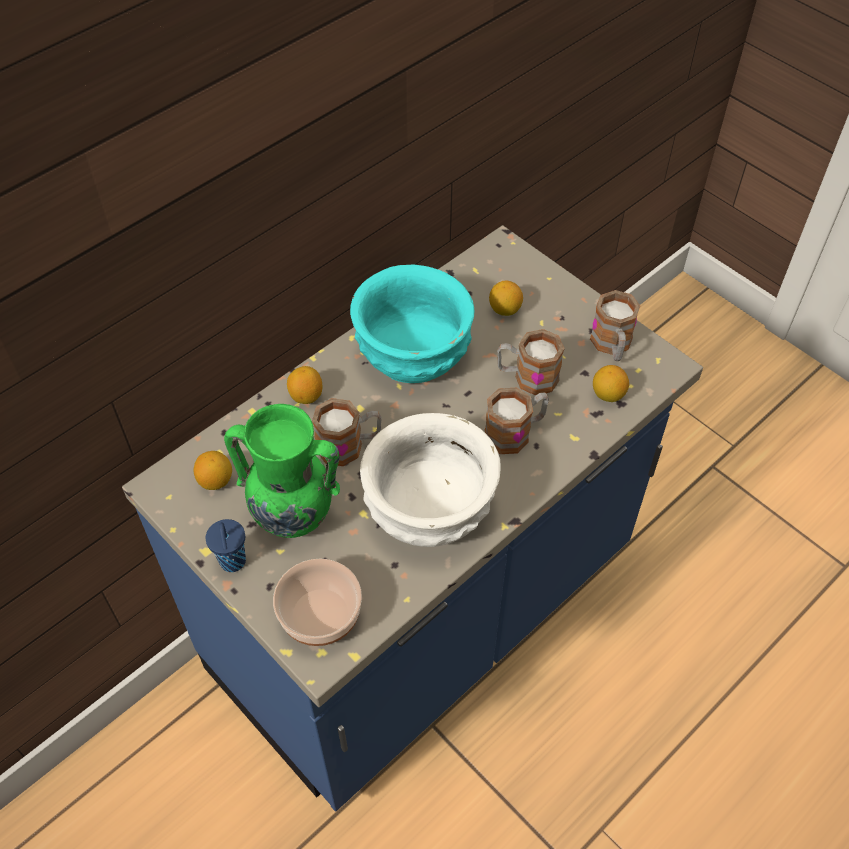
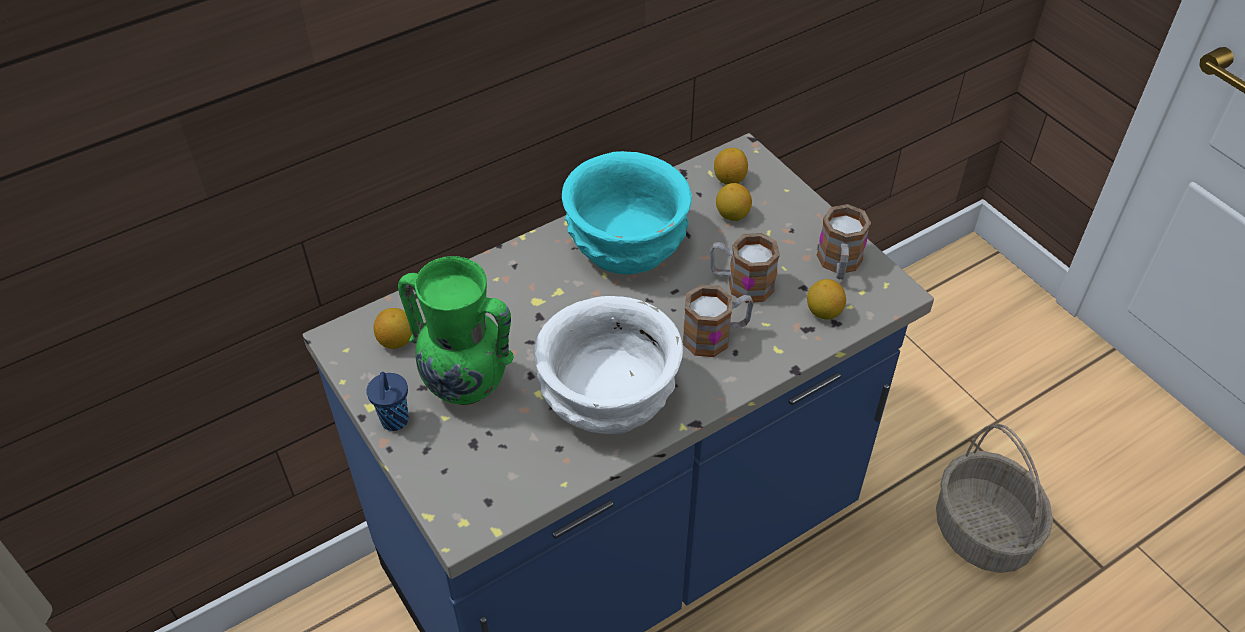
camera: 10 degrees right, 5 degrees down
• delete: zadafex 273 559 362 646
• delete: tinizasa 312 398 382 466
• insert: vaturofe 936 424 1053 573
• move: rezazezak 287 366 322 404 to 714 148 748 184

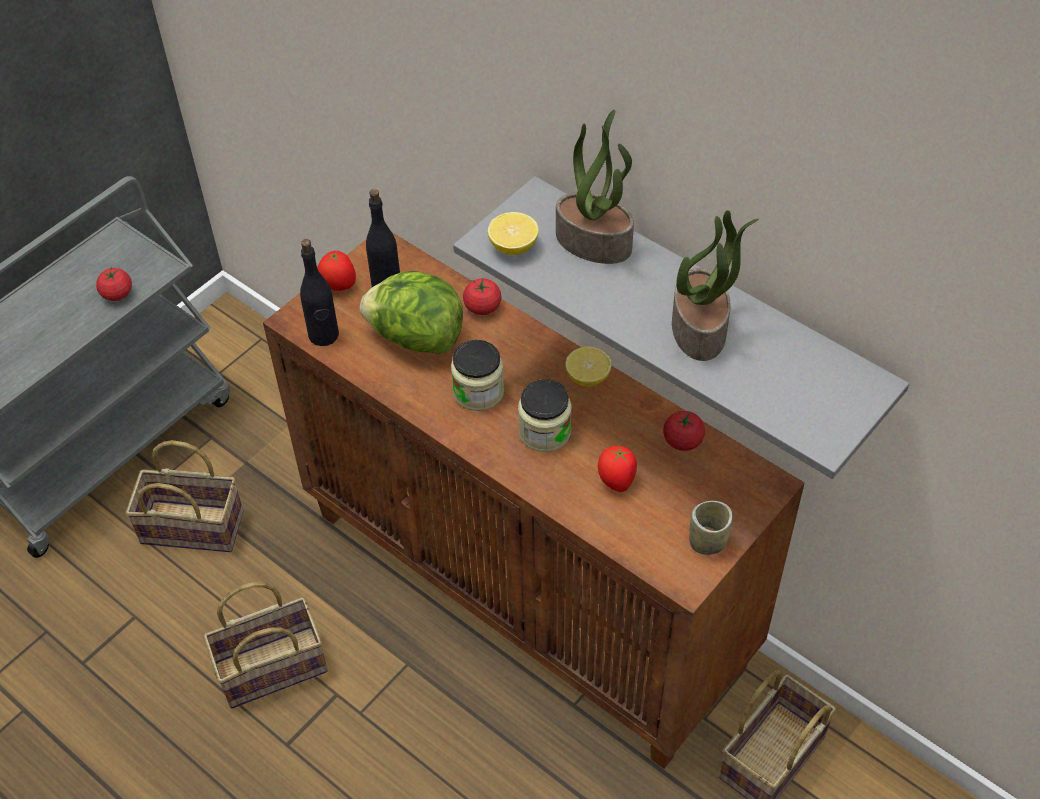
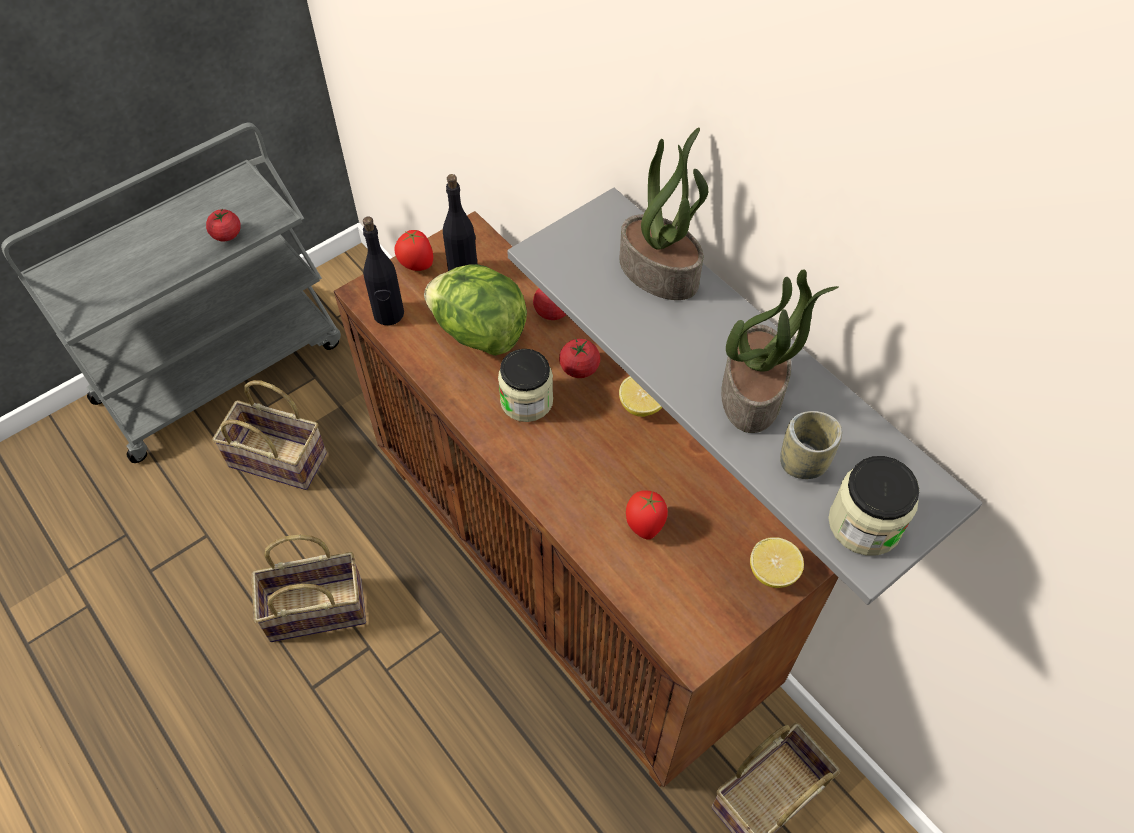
camera: 10 degrees right, 5 degrees up
• move: rezazezak 488 212 539 255 to 750 537 804 588
• move: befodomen 518 379 572 452 to 828 456 919 556
• move: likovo 663 411 705 451 to 559 338 600 378
• move: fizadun 689 501 733 555 to 780 411 842 479

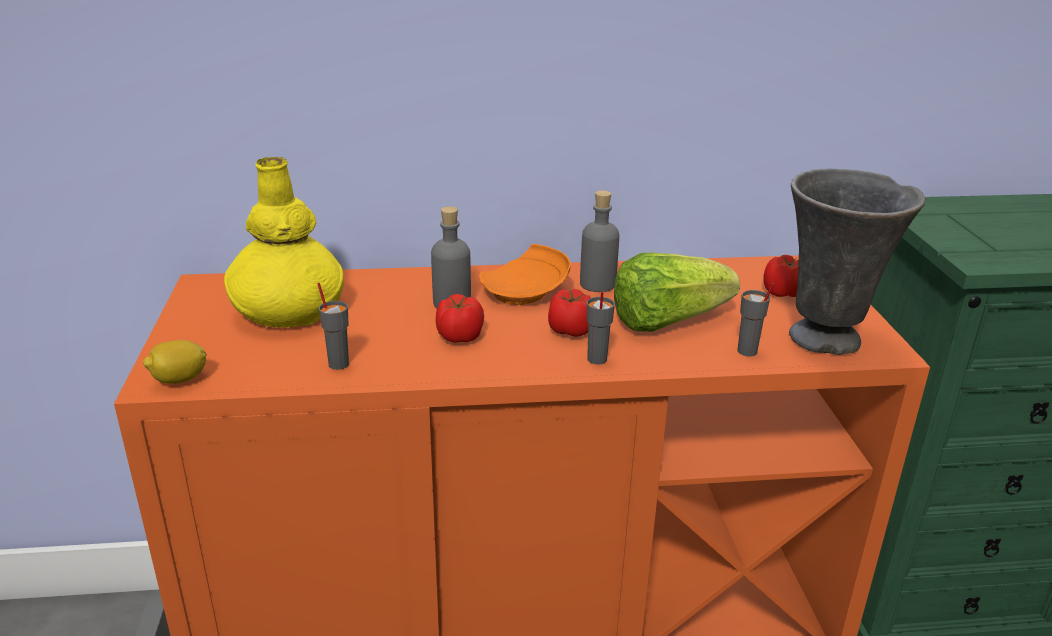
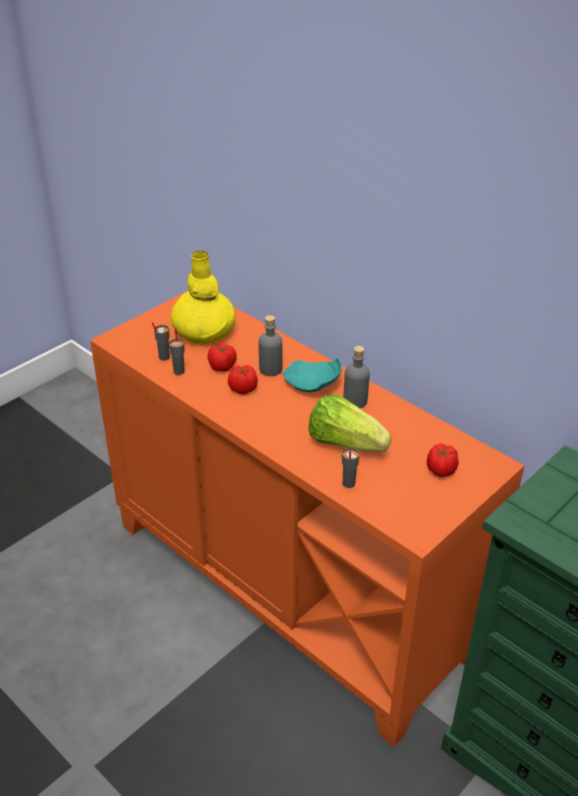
camera: 50 degrees right, 10 degrees up
• delete: rezazezak 143 340 207 384
• delete: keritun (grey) 789 168 925 355
• move: likovo 548 289 591 337 to 207 343 237 372
• move: fizadun (grey) 587 291 615 364 to 152 322 170 361
• recolor: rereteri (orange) 479 244 571 305 to rereteri (turquoise) 283 358 342 392

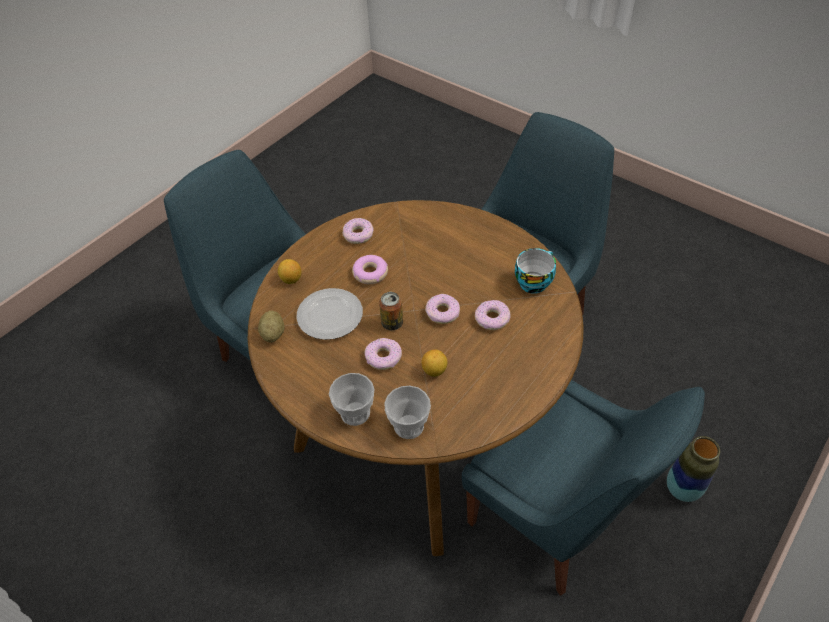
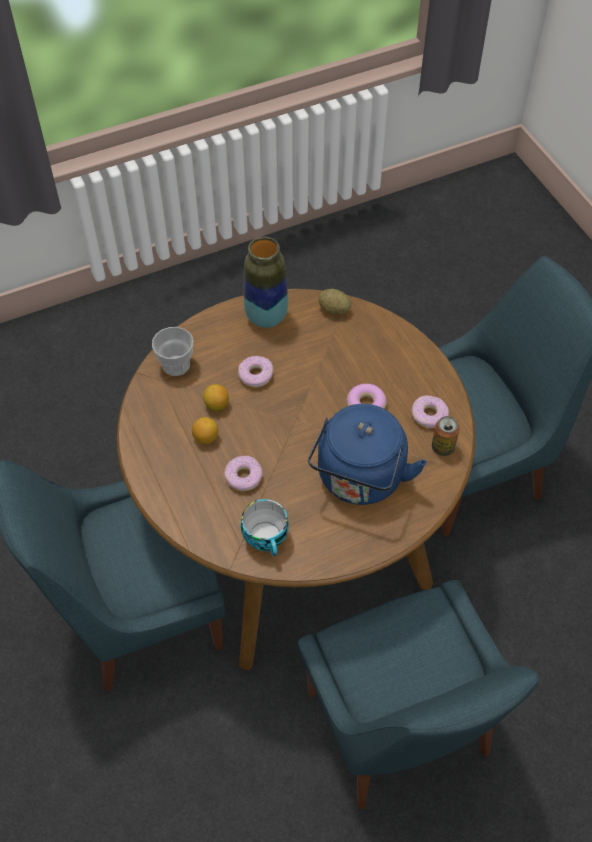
camera: 115 degrees right, 5 degrees up
• delete: rereteri 296 288 363 340
• delete: fizadun 329 373 375 426
• delete: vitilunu 425 294 460 324
• insert: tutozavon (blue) 308 404 427 505
• move: rezazezak 278 259 301 284 to 192 417 218 444
• move: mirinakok 379 292 403 330 to 432 416 459 456
• move: keritun 667 436 720 502 to 244 237 288 328

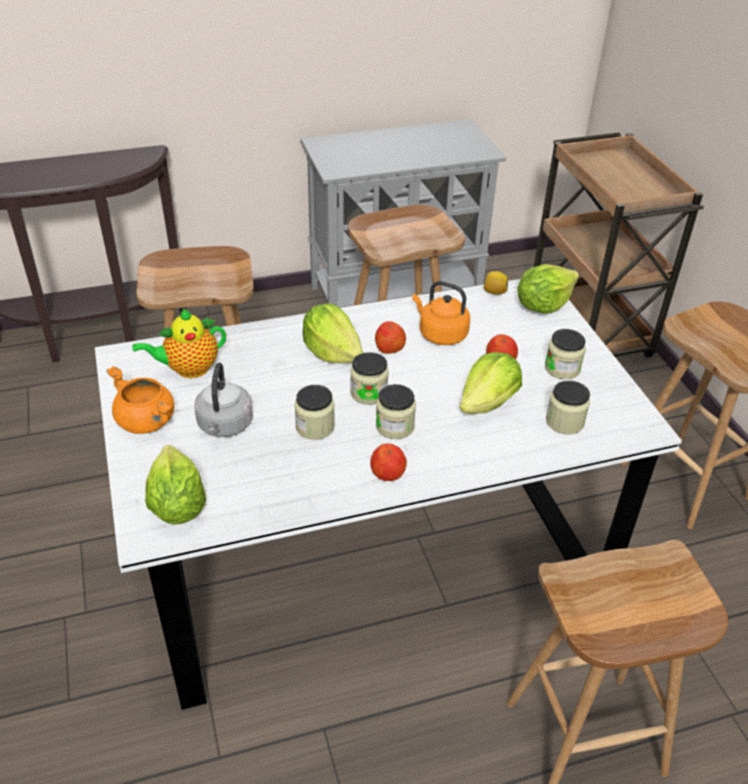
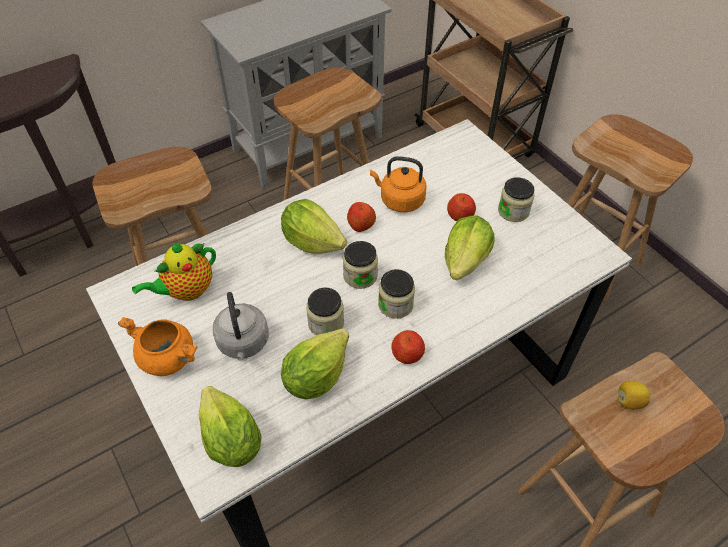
camera: 15 degrees left, 10 degrees up
• delete: befodomen 546 381 590 435
• move: rezazezak 484 271 508 294 to 618 381 650 409
• move: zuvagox 517 264 579 314 to 281 328 349 399

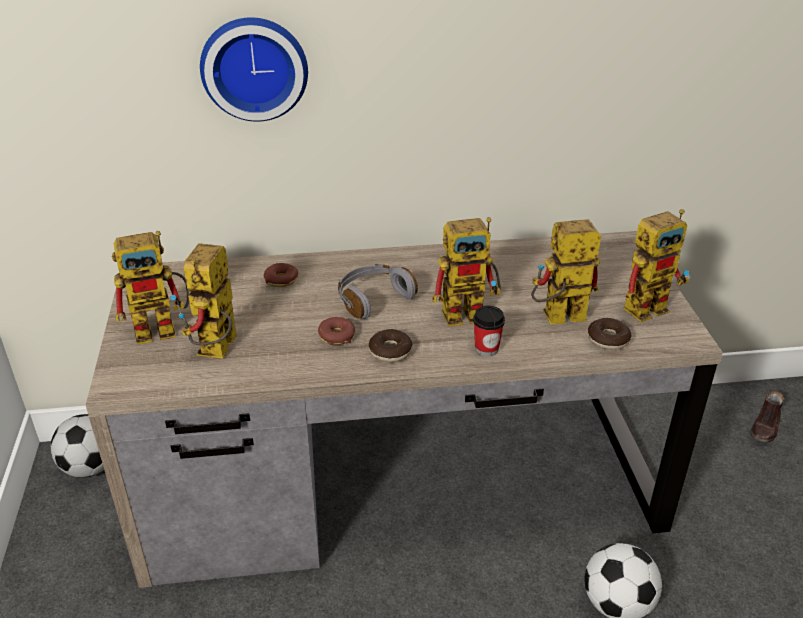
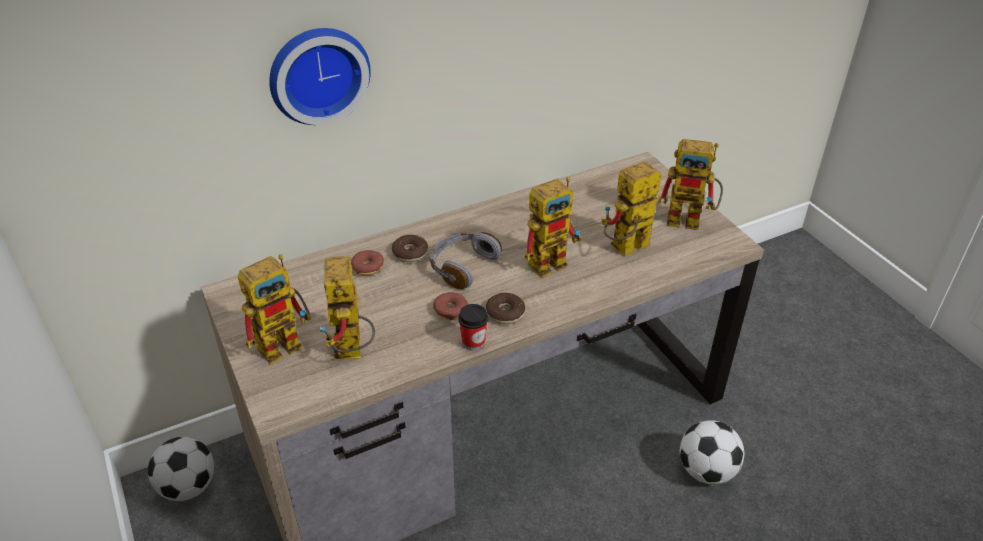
camera: 20 degrees left, 5 degrees up
• delete: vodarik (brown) 750 391 784 442
• move: fizadun 473 305 505 356 to 458 304 488 351
• move: vitilunu 588 318 631 350 to 392 235 428 262
• rotate: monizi 624 209 689 322 = 658 139 723 230 60 degrees clockwise

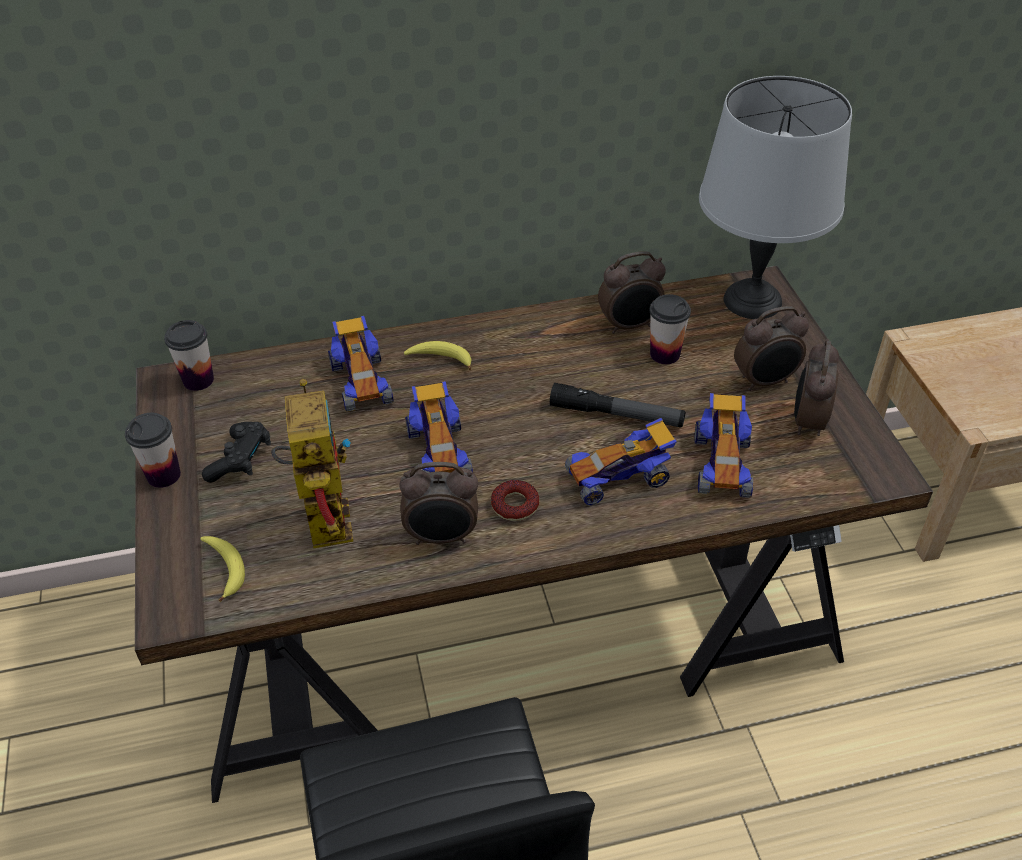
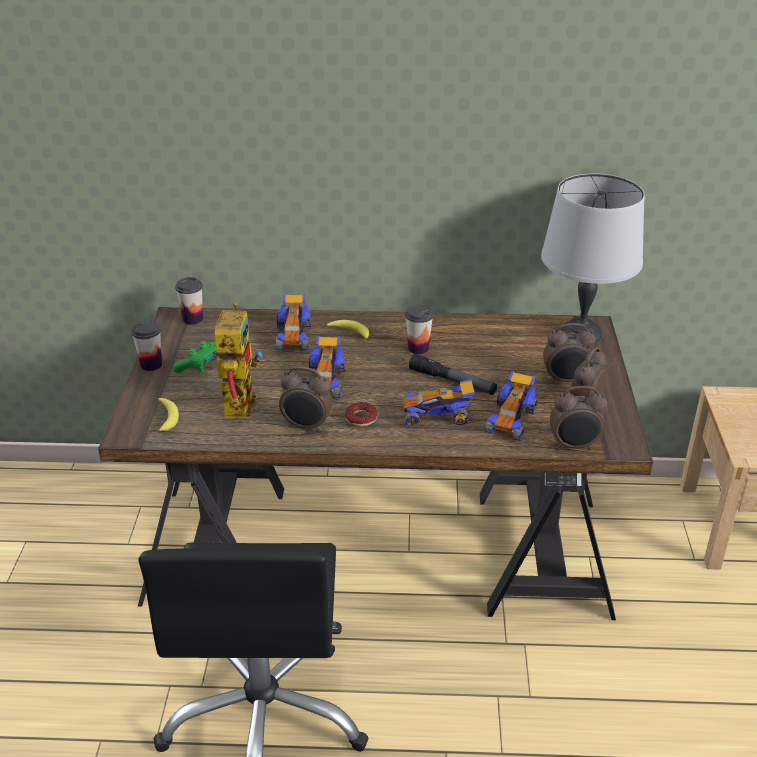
camera: 15 degrees right, 10 degrees down
• move: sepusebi 598 251 666 334 to 550 386 607 450
• move: fizadun 649 294 691 364 to 405 305 434 354
• recolor: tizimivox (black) 202 422 271 483 to tizimivox (green) 173 341 218 373

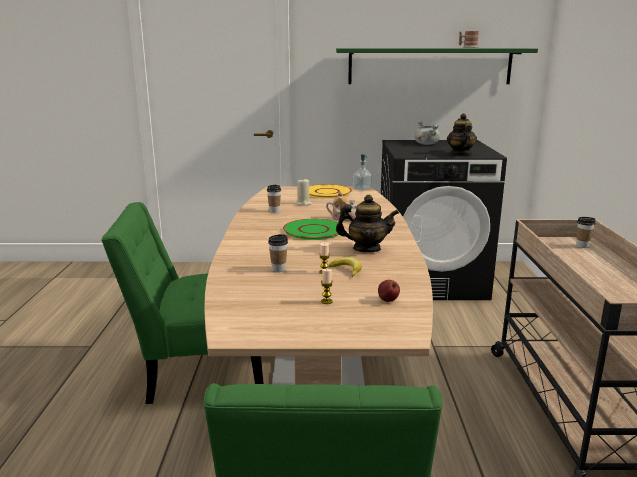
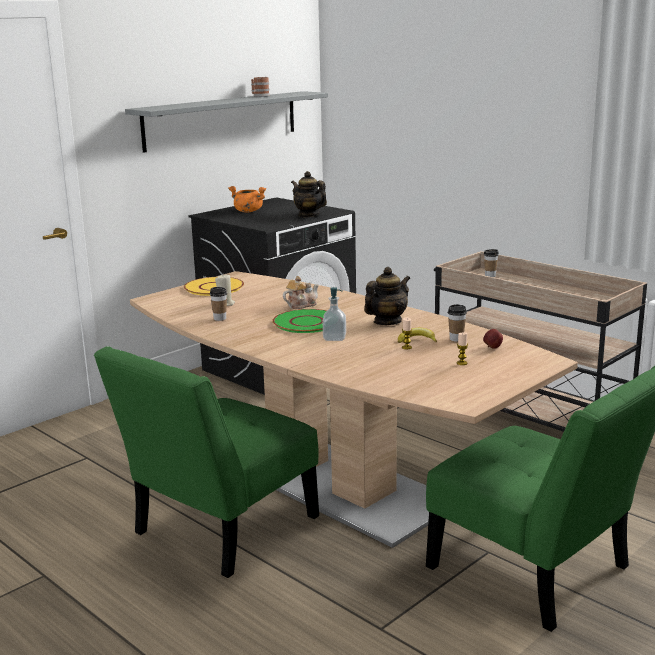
camera: 45 degrees left, 0 degrees up
• move: fizadun 268 234 288 272 to 448 304 467 342
• move: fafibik 353 154 372 191 to 323 287 346 341
• recolor: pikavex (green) 336 48 538 84 to pikavex (grey) 125 91 328 153
• recolor: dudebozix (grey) 414 122 440 145 to dudebozix (orange) 228 186 267 212

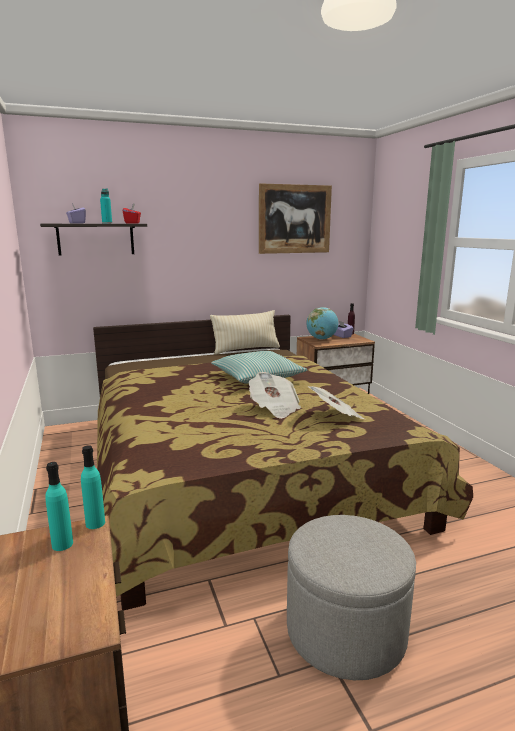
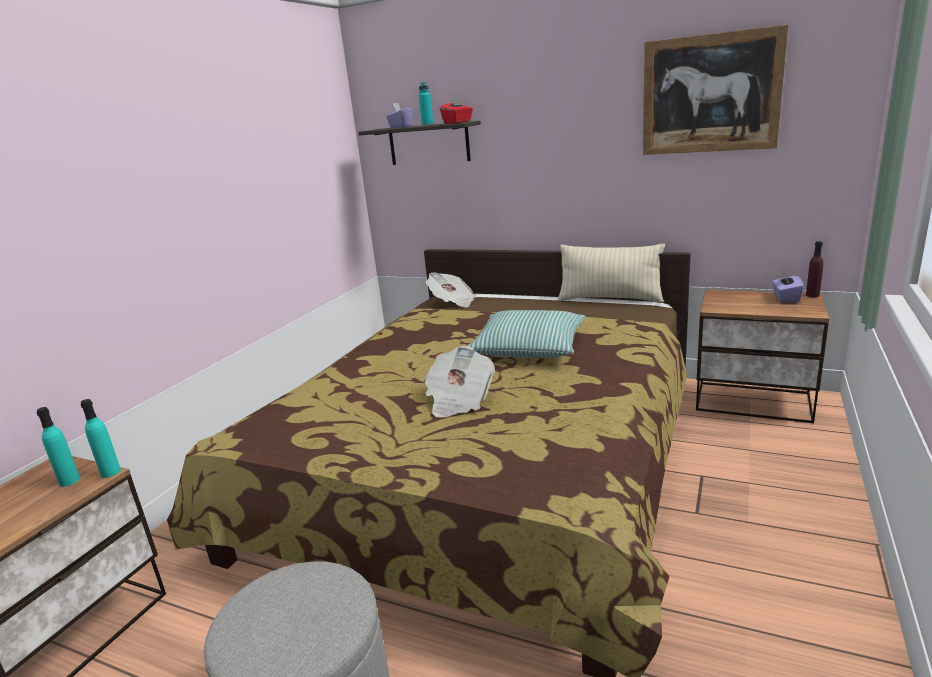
camera: 45 degrees right, 5 degrees up
• delete: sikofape 307 307 338 340
• move: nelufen 308 386 364 419 to 426 272 476 308

